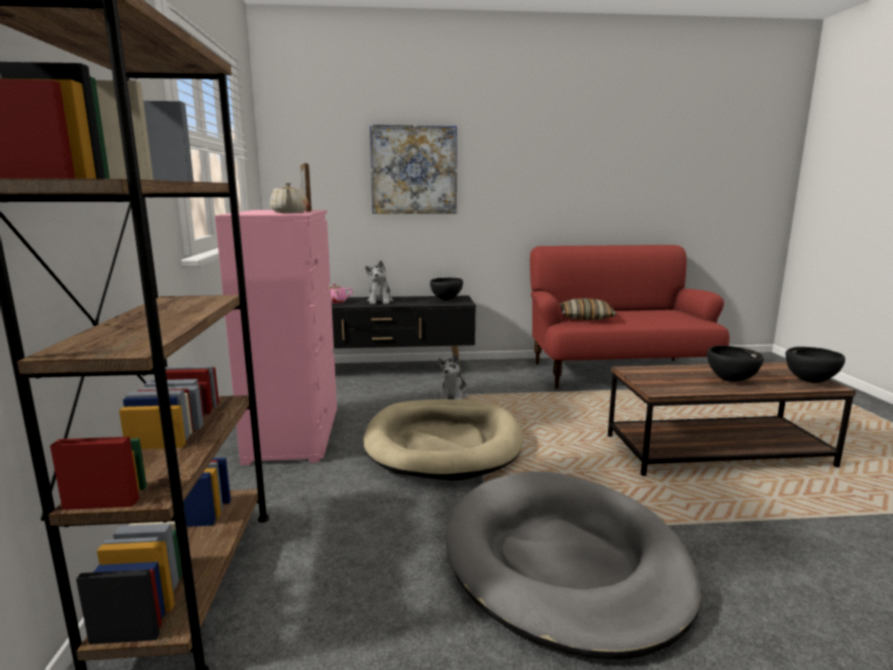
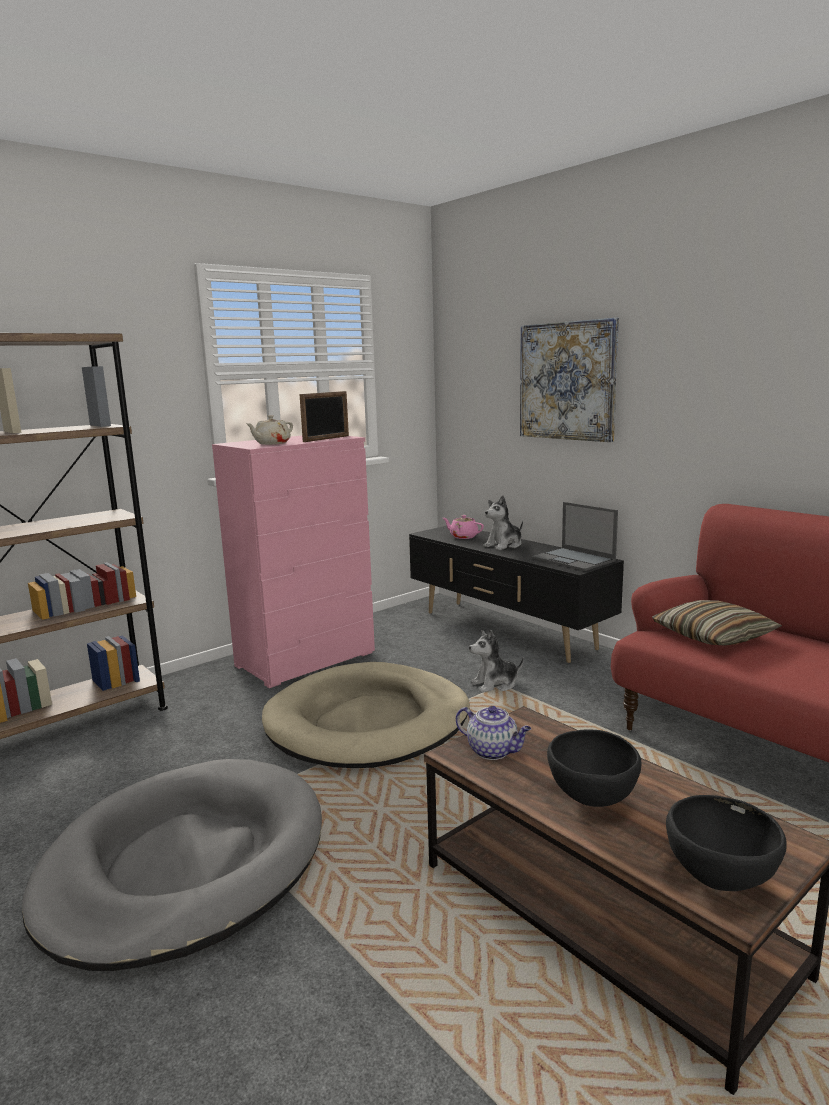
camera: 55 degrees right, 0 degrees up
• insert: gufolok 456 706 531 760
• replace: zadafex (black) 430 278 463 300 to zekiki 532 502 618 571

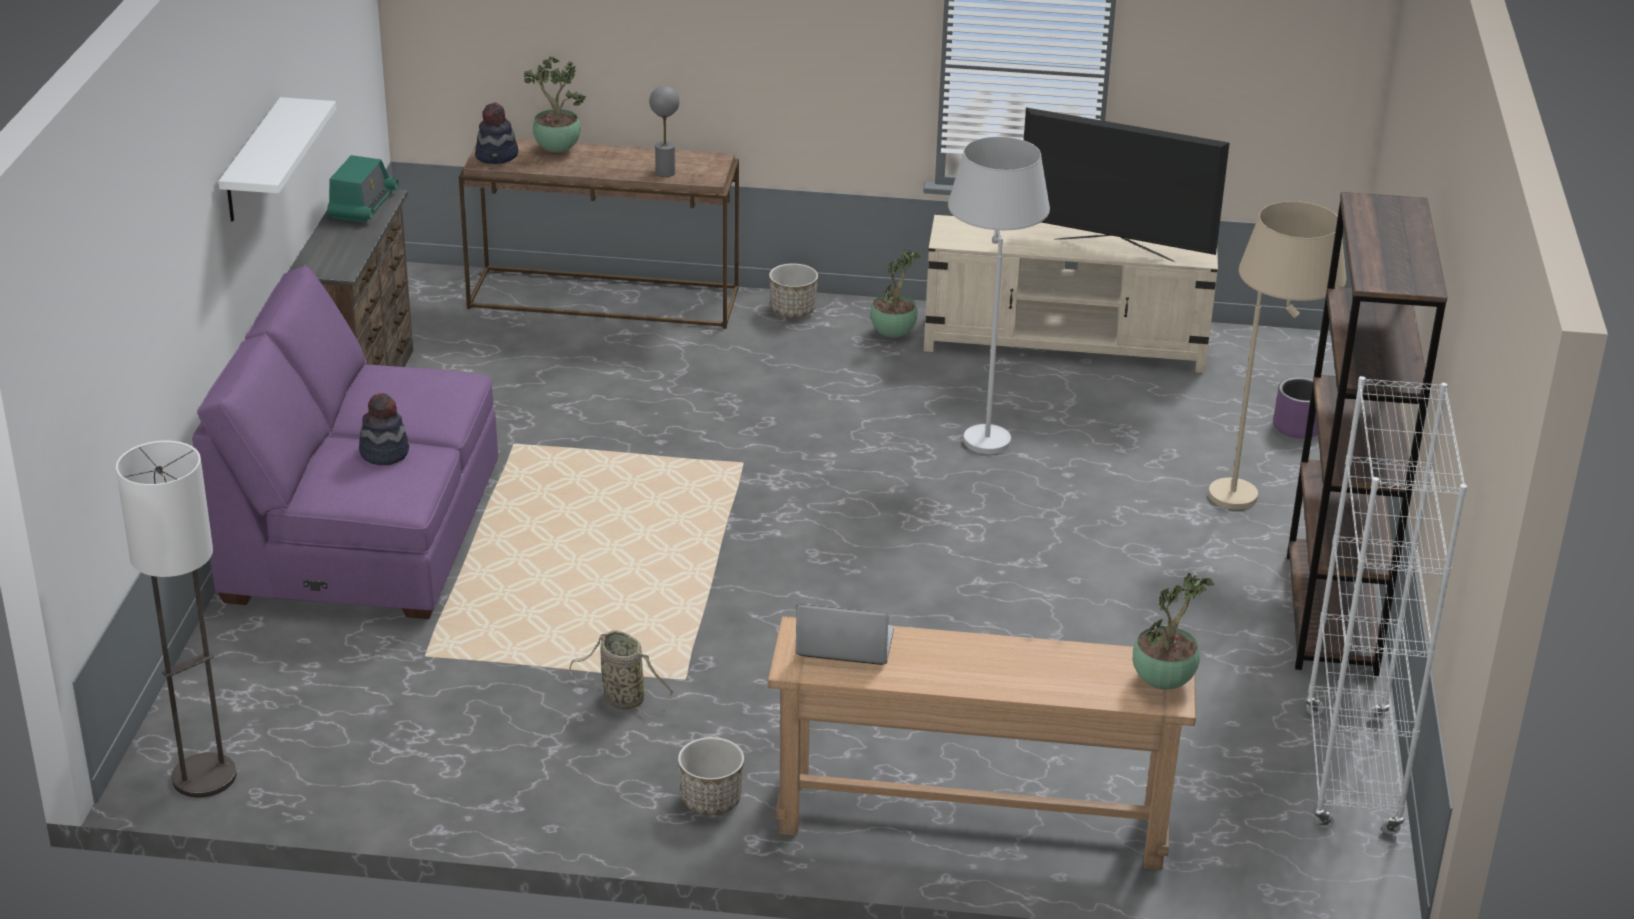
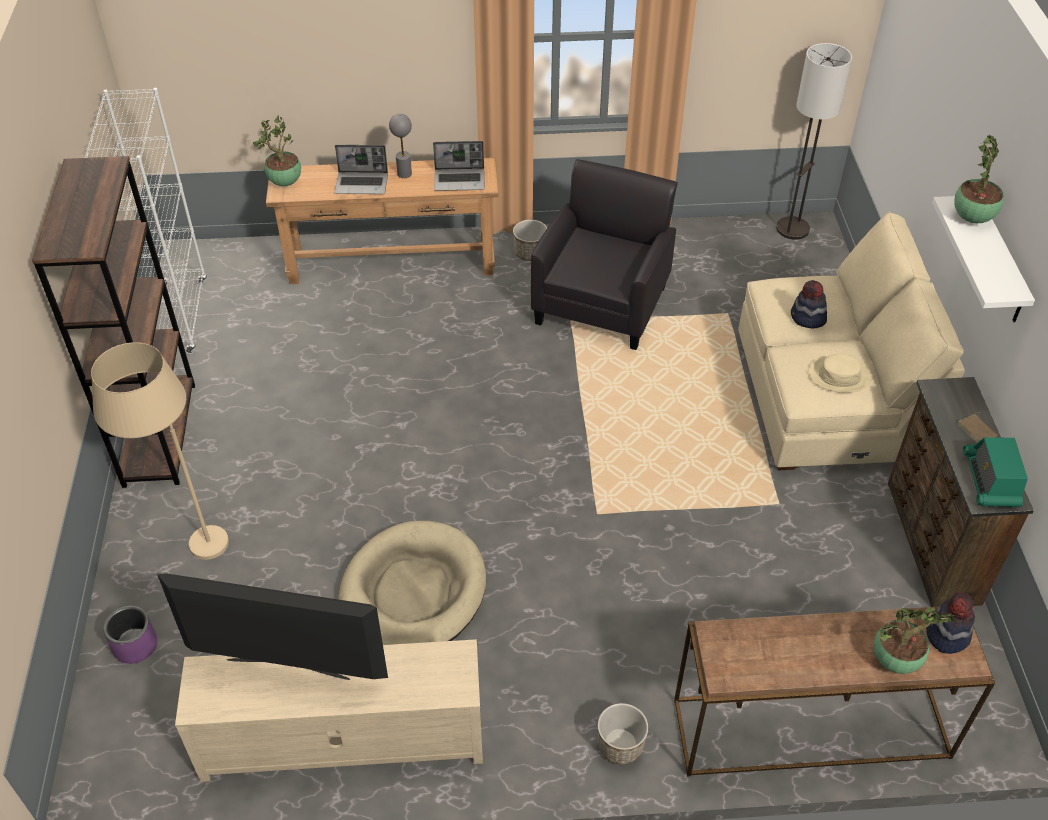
camera: 170 degrees right, 15 degrees up
• insert: zekiki 334 145 388 194
• insert: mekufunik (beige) 808 354 872 393
• insert: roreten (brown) 957 412 998 443
• move: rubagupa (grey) 649 86 680 177 to 389 114 412 178
• move: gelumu 870 249 920 338 to 955 134 1004 223
• replace: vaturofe 569 630 674 717 to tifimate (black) 531 159 678 350
• replace: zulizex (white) 948 137 1050 454 to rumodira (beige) 338 521 486 645
• recolor: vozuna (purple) 192 265 498 619 to vozuna (beige) 738 212 965 470

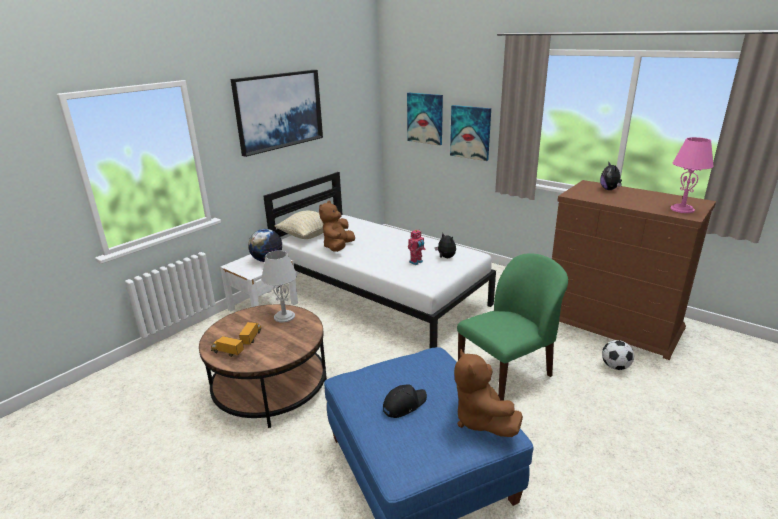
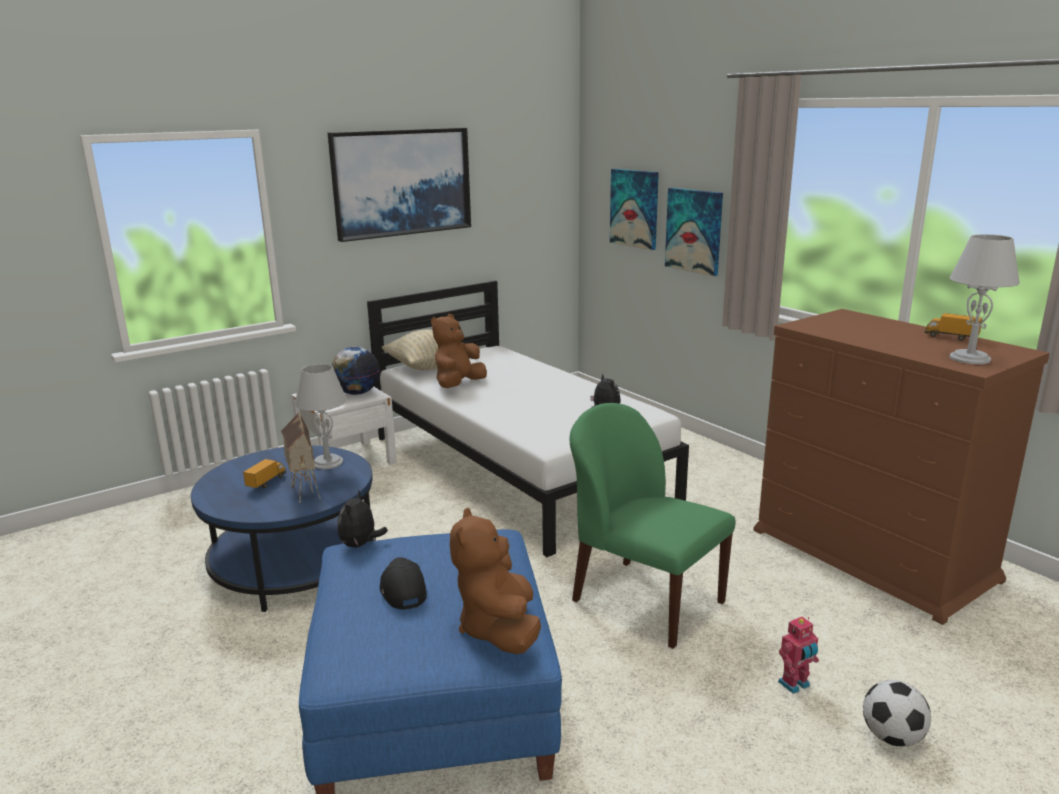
camera: 15 degrees right, 5 degrees down
• insert: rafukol 281 411 320 503
• move: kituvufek 211 336 244 357 to 924 313 983 341
• move: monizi 408 230 425 265 to 778 617 819 694
• move: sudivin 600 162 622 190 to 337 489 388 547
• move: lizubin 602 340 634 370 to 863 680 931 747
• recolor: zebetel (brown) 199 304 327 428 to zebetel (blue) 191 446 376 612
• recolor: rubagupa (pink) 670 137 714 213 to rubagupa (grey) 950 234 1020 364
• rotate: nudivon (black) 383 384 427 418 = 380 557 427 610 90 degrees counterclockwise
• rotate: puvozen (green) 457 253 568 401 = 570 403 736 649 120 degrees counterclockwise

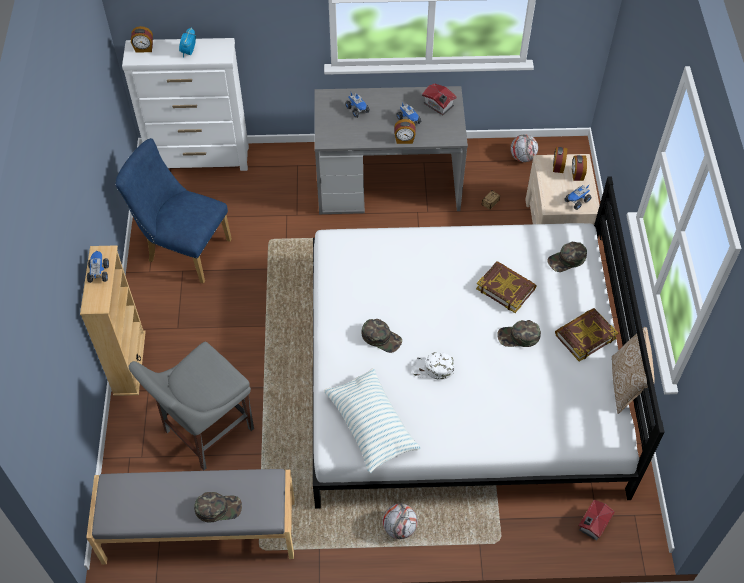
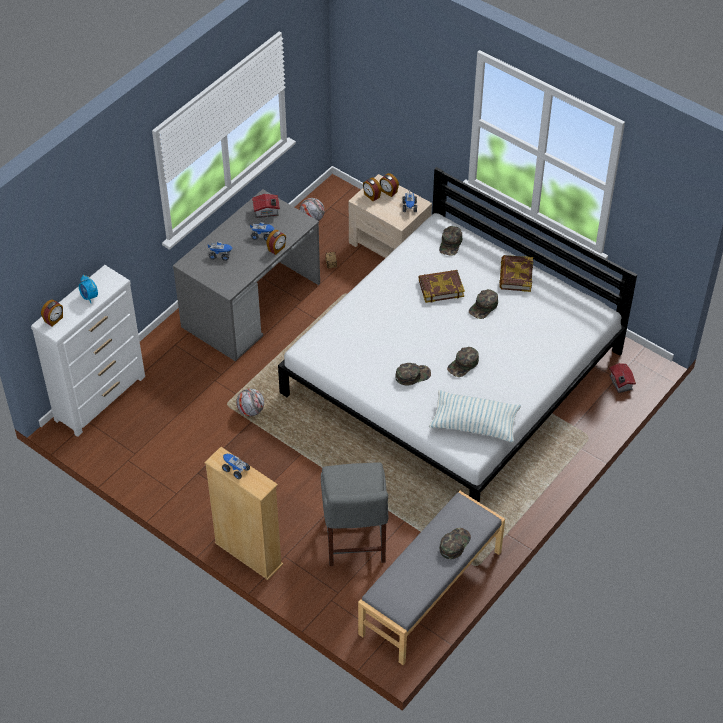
camera: 50 degrees left, 5 degrees down
• delete: puvozen (blue) 115 138 232 284
• delete: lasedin 612 327 654 414
• move: lizubin 383 504 418 539 to 236 389 264 416
• recolor: nudivon (white) 411 352 455 380 to nudivon (green) 447 347 479 377

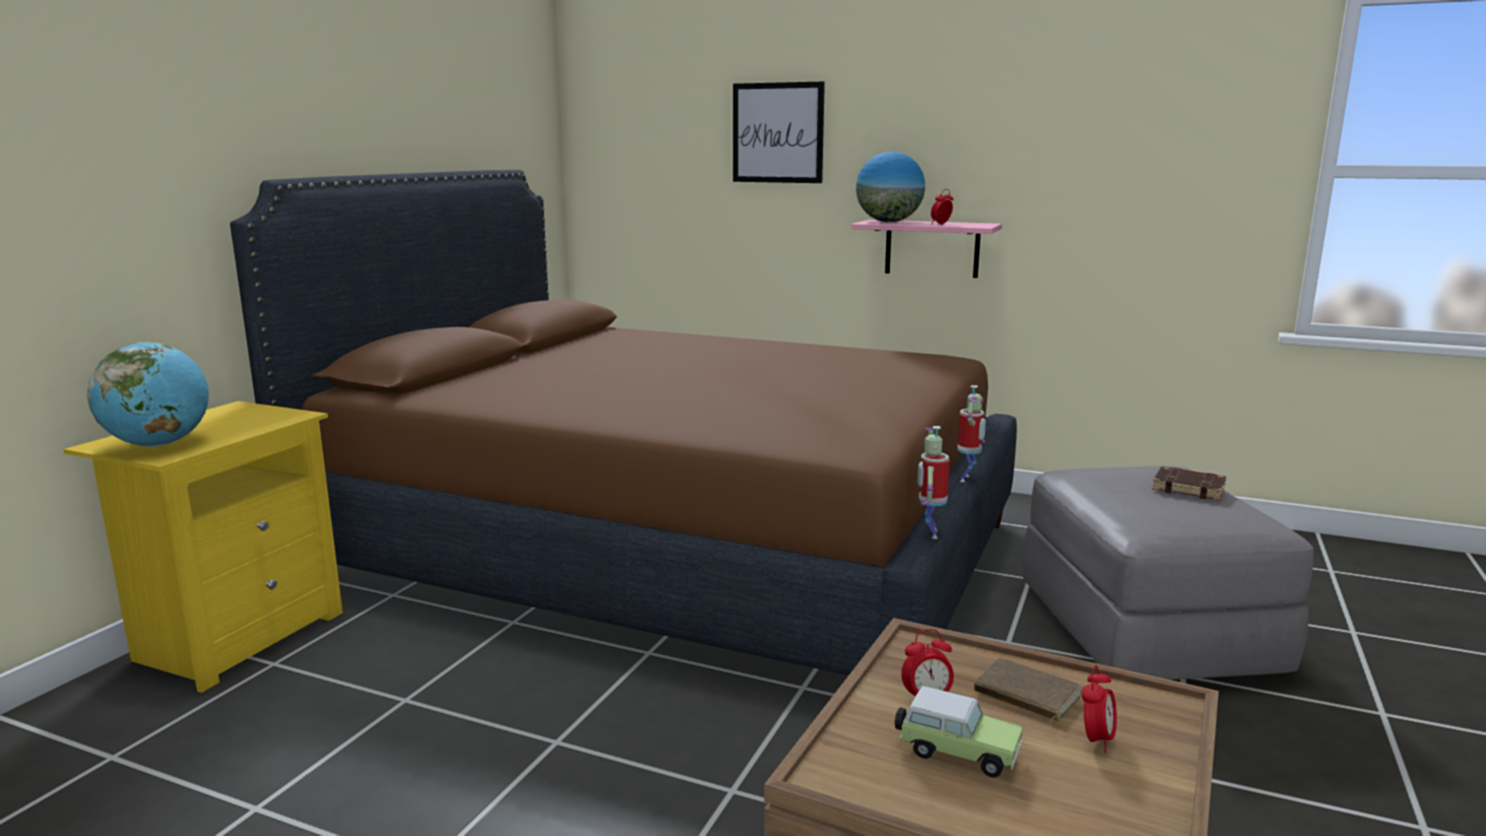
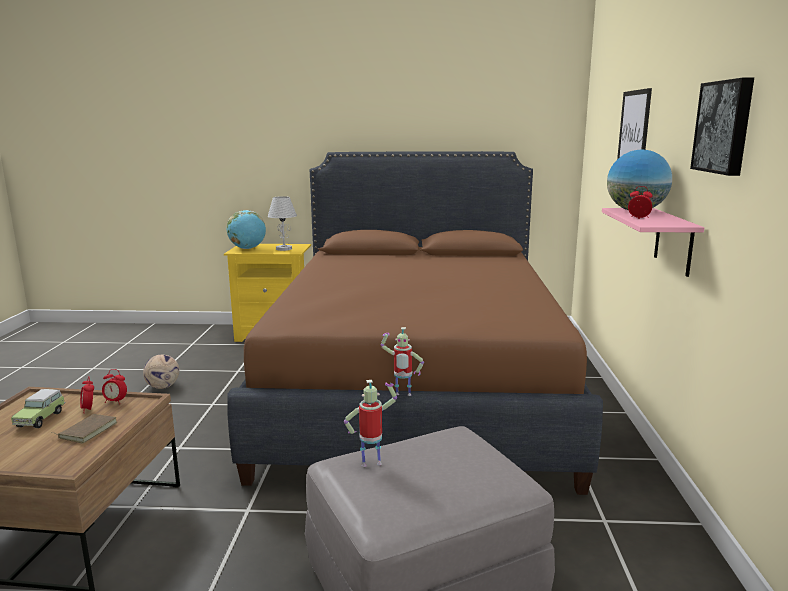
camera: 70 degrees right, 0 degrees up
• delete: roreten (brown) 1152 466 1226 500
• insert: lizubin 143 355 179 389
• insert: rubagupa (white) 268 196 297 251
• insert: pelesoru 690 77 754 176
• move: monizi 918 426 950 539 to 344 380 397 467
• move: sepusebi 1081 665 1117 753 to 102 369 127 404

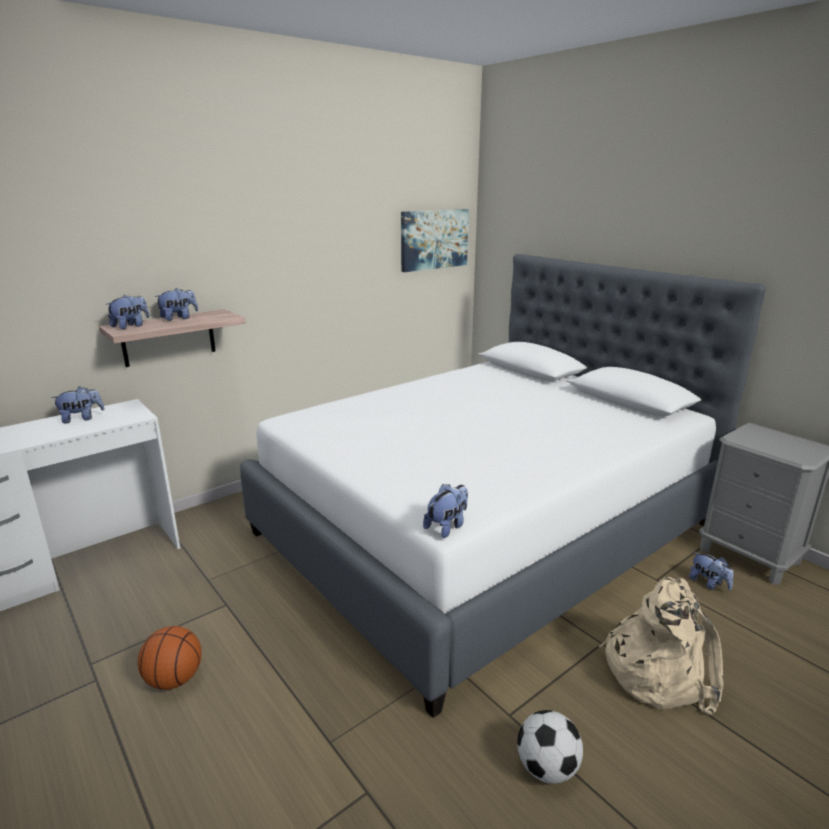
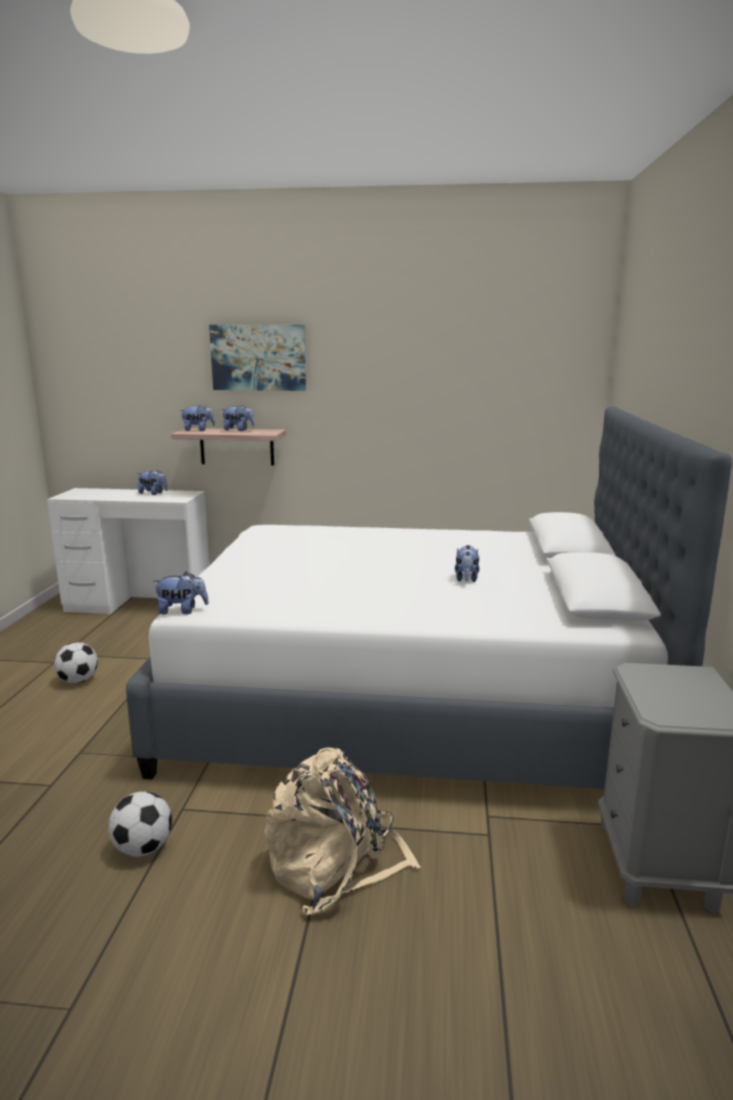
camera: 45 degrees right, 5 degrees down
• move: pelesoru 401 209 469 272 to 209 325 306 391
• move: sudivin 689 552 734 590 to 455 545 479 582
• replace: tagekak 138 626 202 690 to lizubin 54 642 98 683

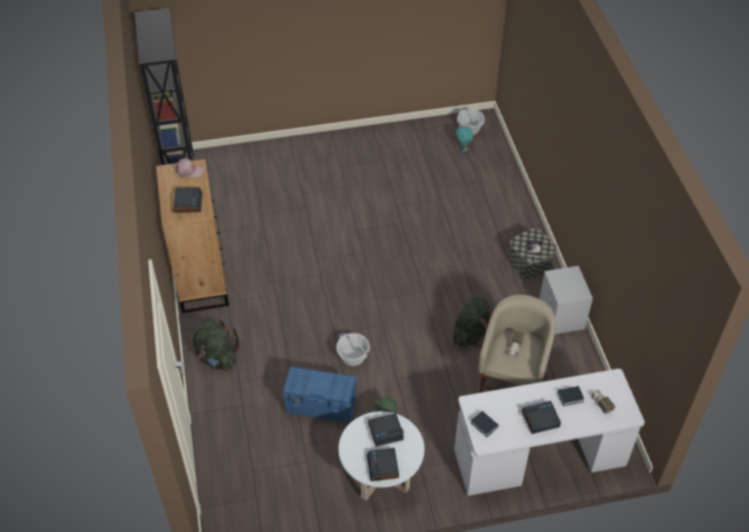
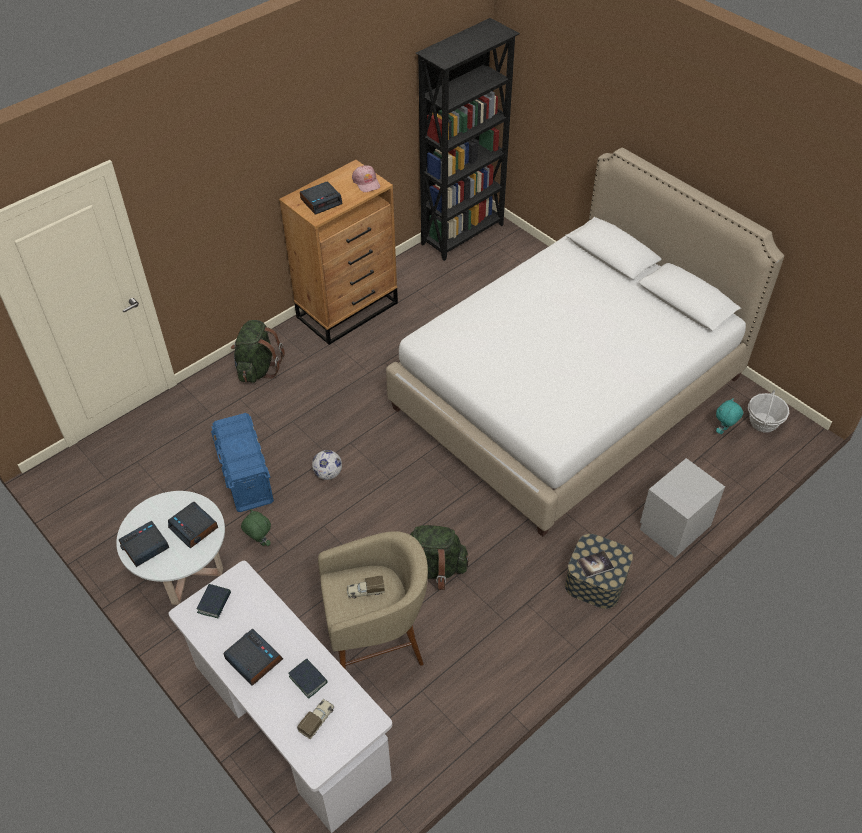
camera: 60 degrees right, 0 degrees up
• insert: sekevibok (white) 386 147 784 537
• move: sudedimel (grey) 540 266 593 334 to 640 458 725 558
• replace: vaturofe 337 333 370 366 to lizubin 312 450 342 480

